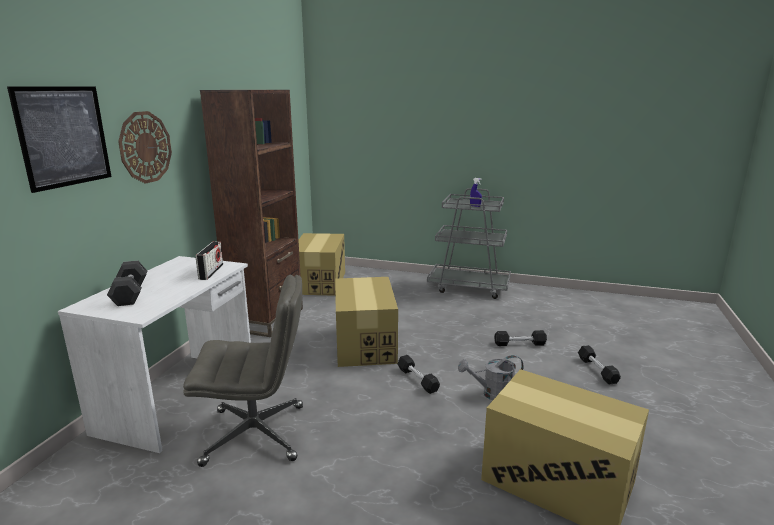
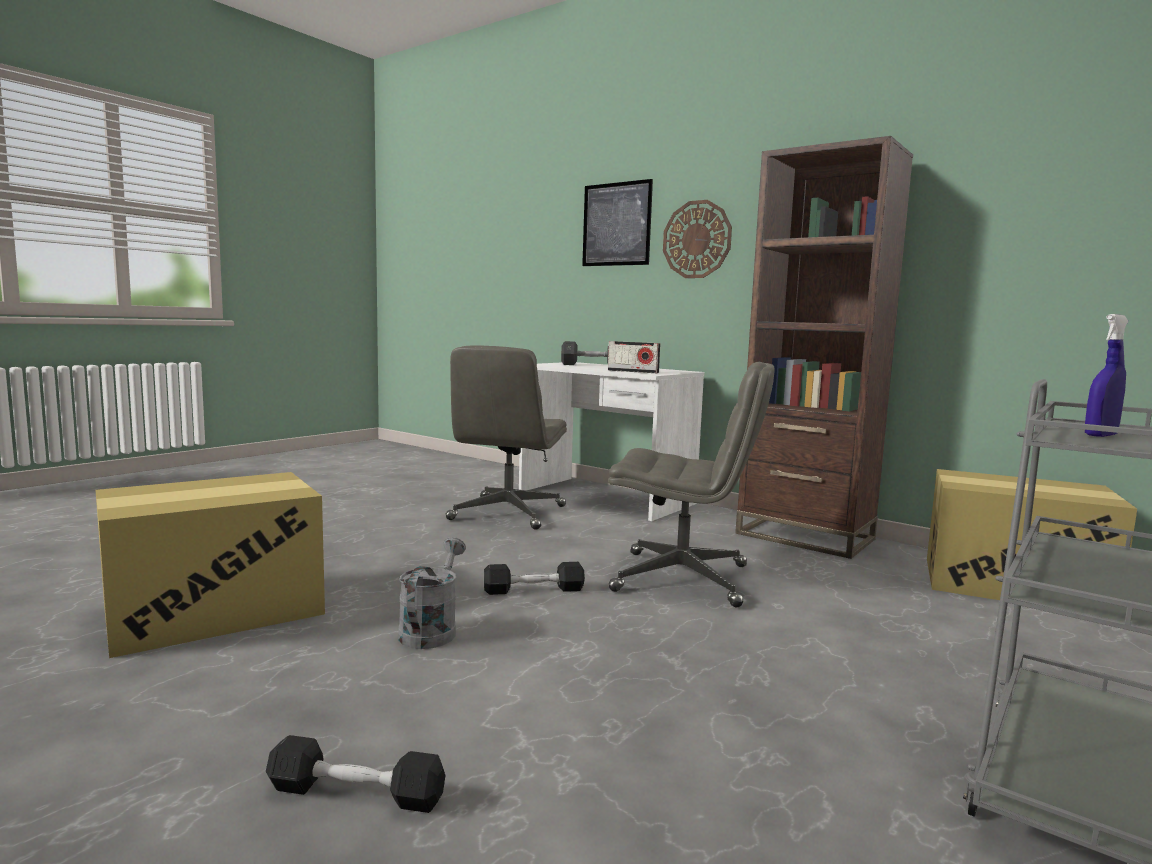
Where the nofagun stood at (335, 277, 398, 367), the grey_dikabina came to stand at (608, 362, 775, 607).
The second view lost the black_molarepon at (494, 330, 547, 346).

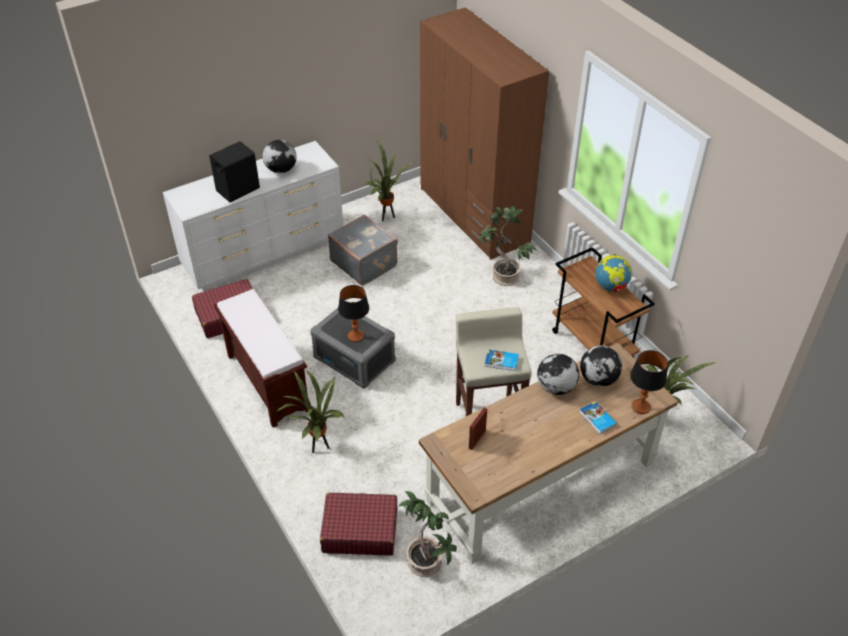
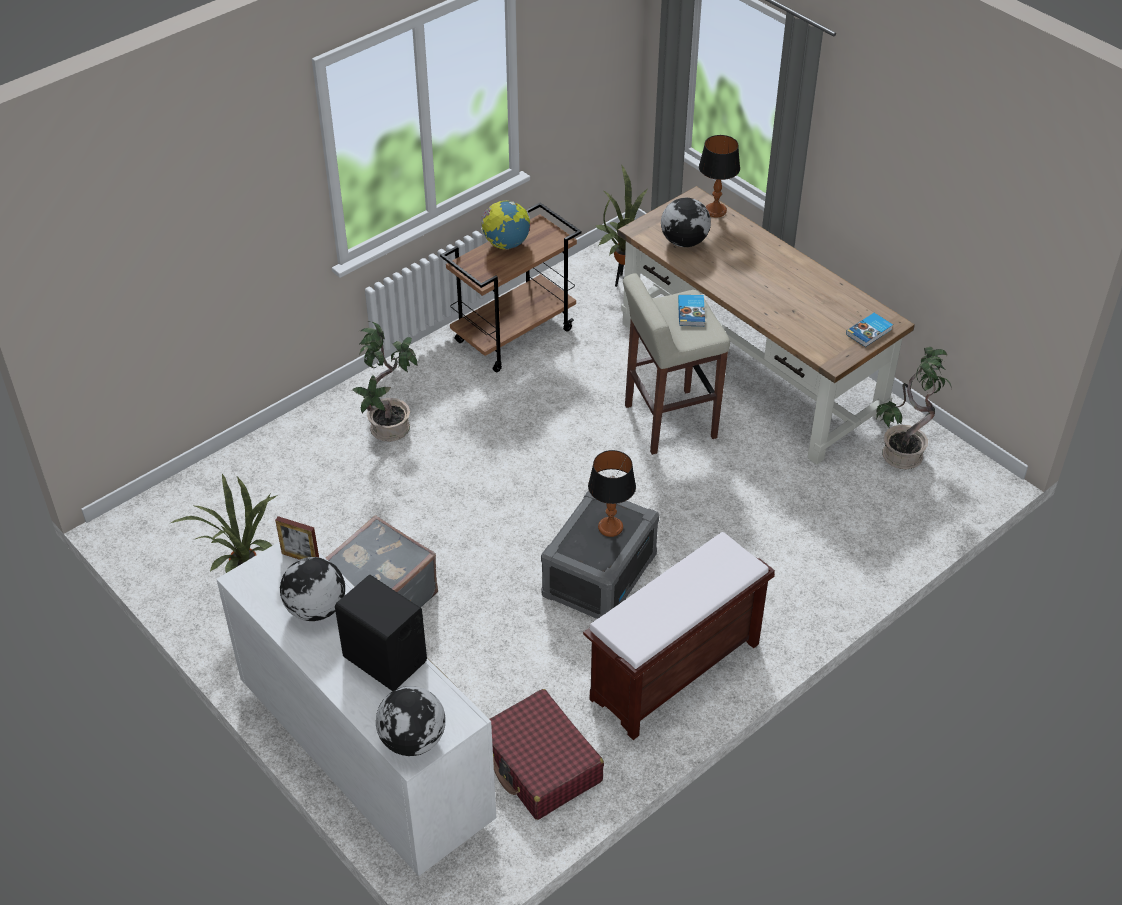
The second view lost the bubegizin at (276, 370, 345, 453).
The second view lost the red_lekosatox at (320, 493, 397, 555).
The second view lost the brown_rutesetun at (420, 7, 549, 260).
The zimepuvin ended up elsewhere, having gone from (469, 408, 487, 450) to (275, 516, 319, 560).
The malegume ended up elsewhere, having gone from (537, 354, 579, 395) to (376, 686, 446, 756).
The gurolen ended up elsewhere, having gone from (580, 401, 617, 434) to (846, 313, 893, 347).

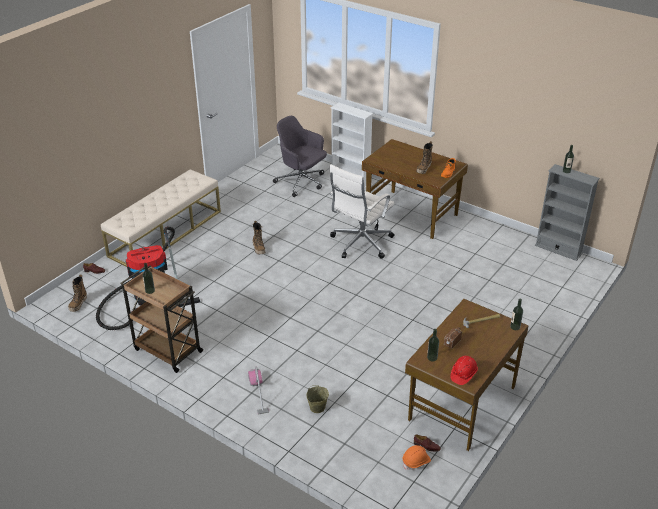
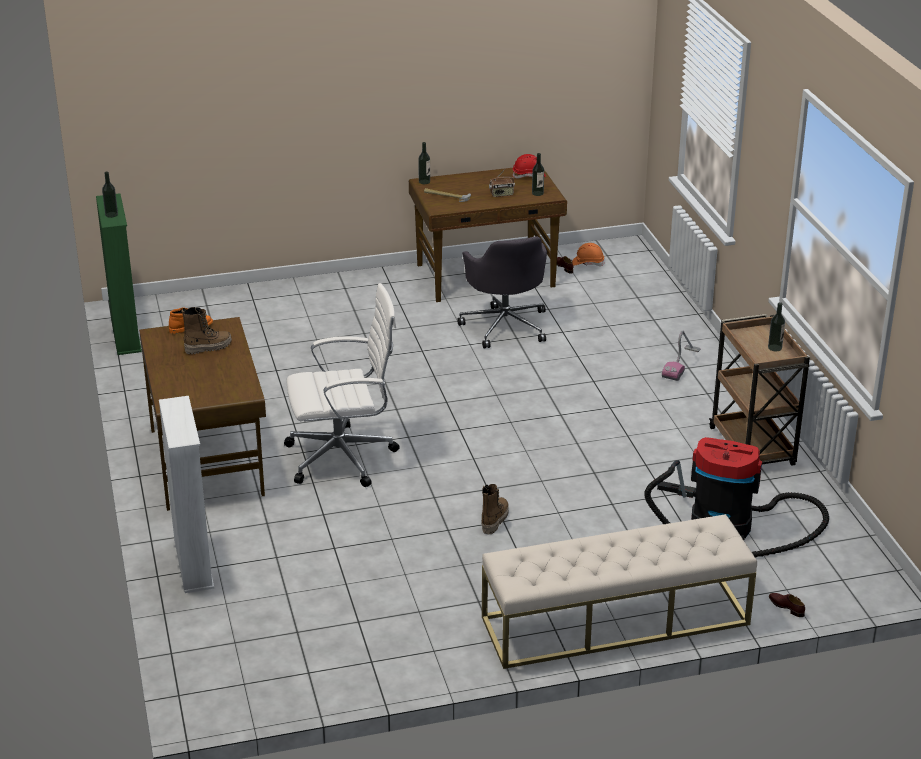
The second view lost the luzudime at (68, 275, 87, 312).
The grey_dikabina ended up elsewhere, having gone from (273, 116, 327, 197) to (457, 236, 547, 348).
The second view lost the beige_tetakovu at (306, 385, 329, 413).
What was the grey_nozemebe at (535, 164, 600, 261) turned into the green_nozemebe at (96, 193, 142, 355).

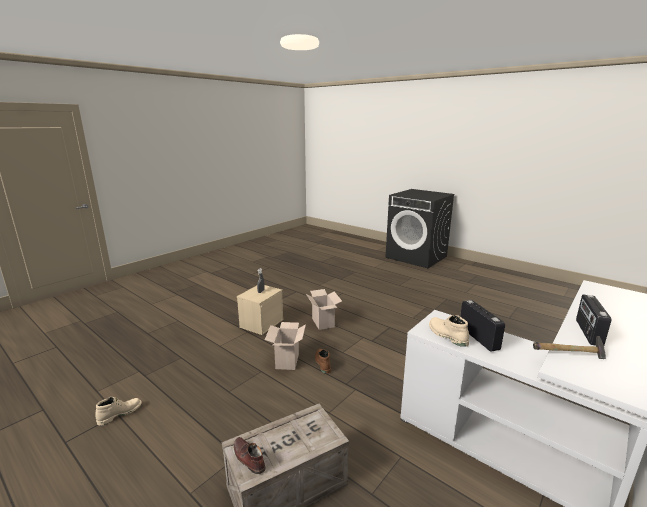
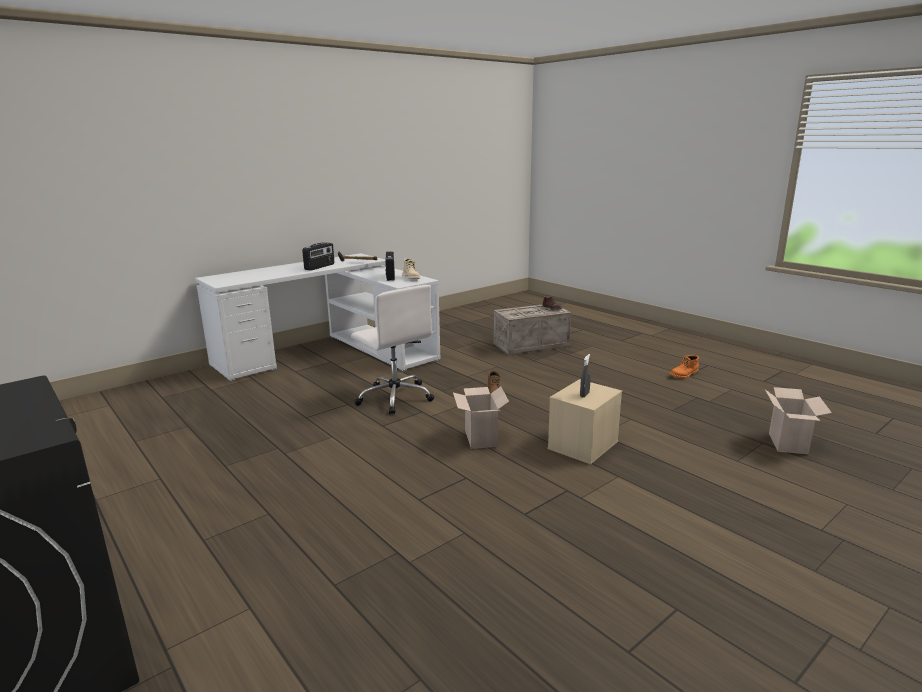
What was the beige_luzudime at (95, 397, 142, 426) turned into the orange_luzudime at (670, 355, 699, 379).
The nofagun ended up elsewhere, having gone from (265, 322, 306, 370) to (765, 387, 832, 455).
The second view gained the white_dikabina at (351, 285, 434, 414).

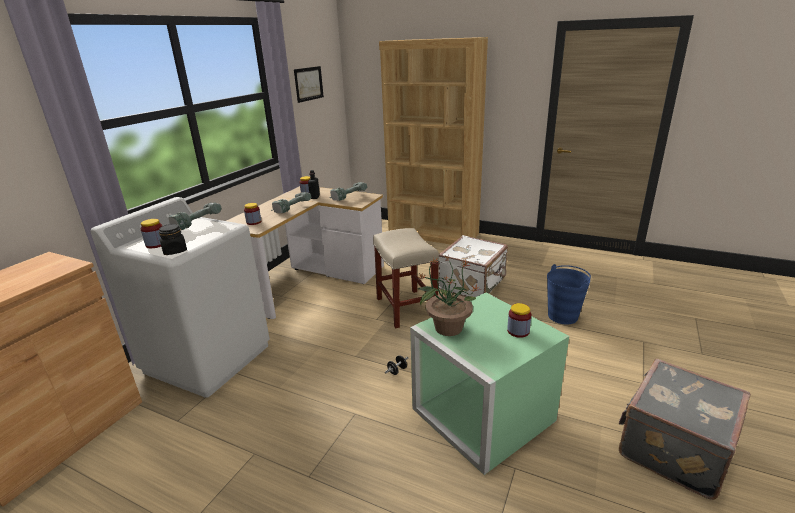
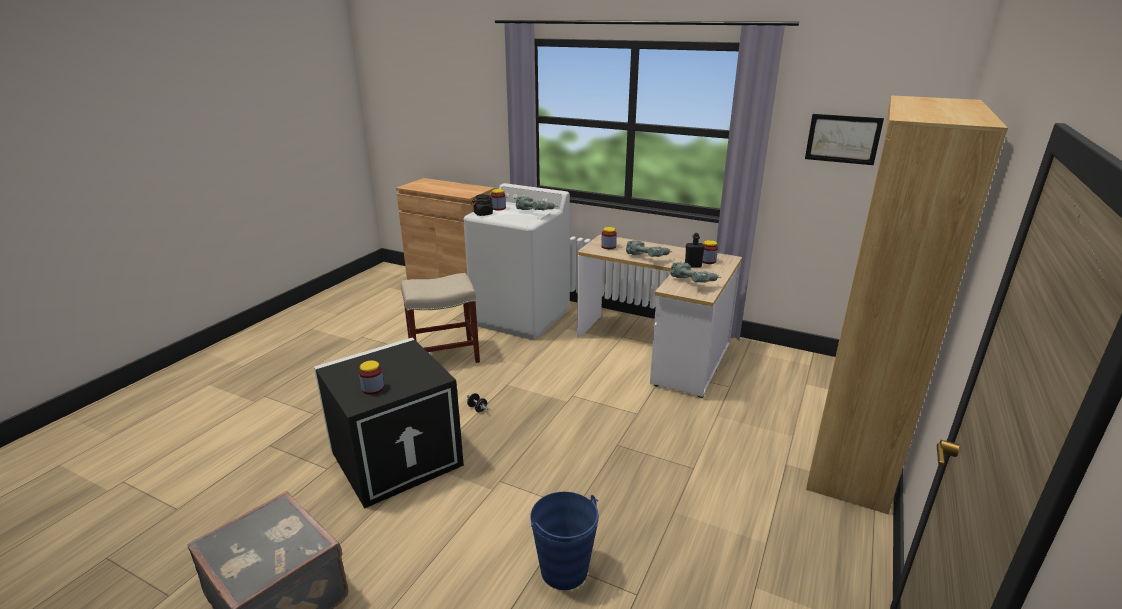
The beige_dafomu ended up elsewhere, having gone from (373, 228, 439, 329) to (401, 273, 480, 363).
What was the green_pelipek at (410, 293, 569, 475) turned into the black_pelipek at (314, 337, 464, 509).
The second view lost the bubegizin at (418, 255, 481, 336).
The second view lost the white_lekosatox at (438, 235, 508, 297).

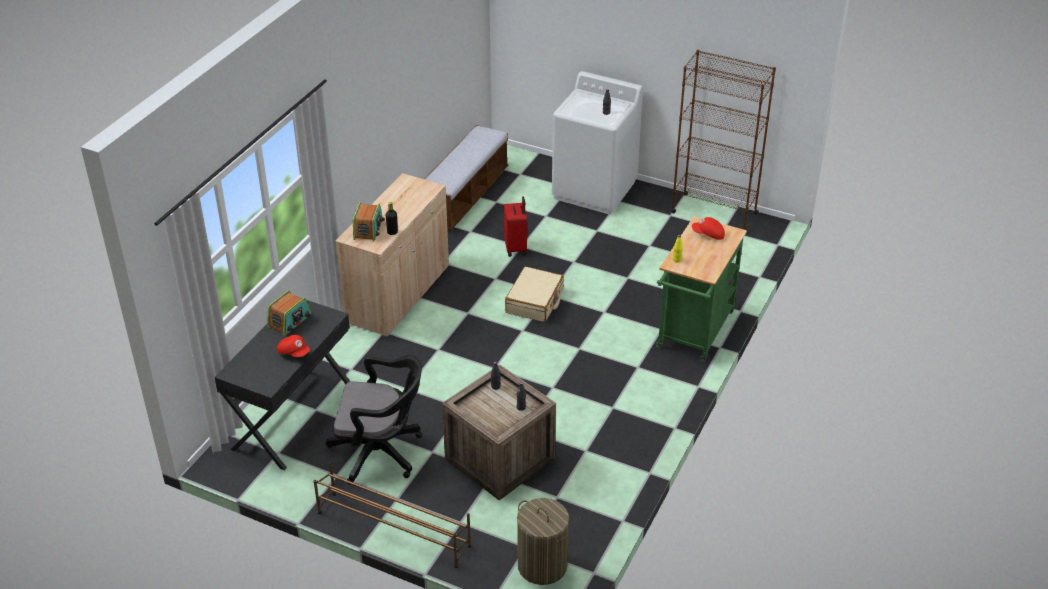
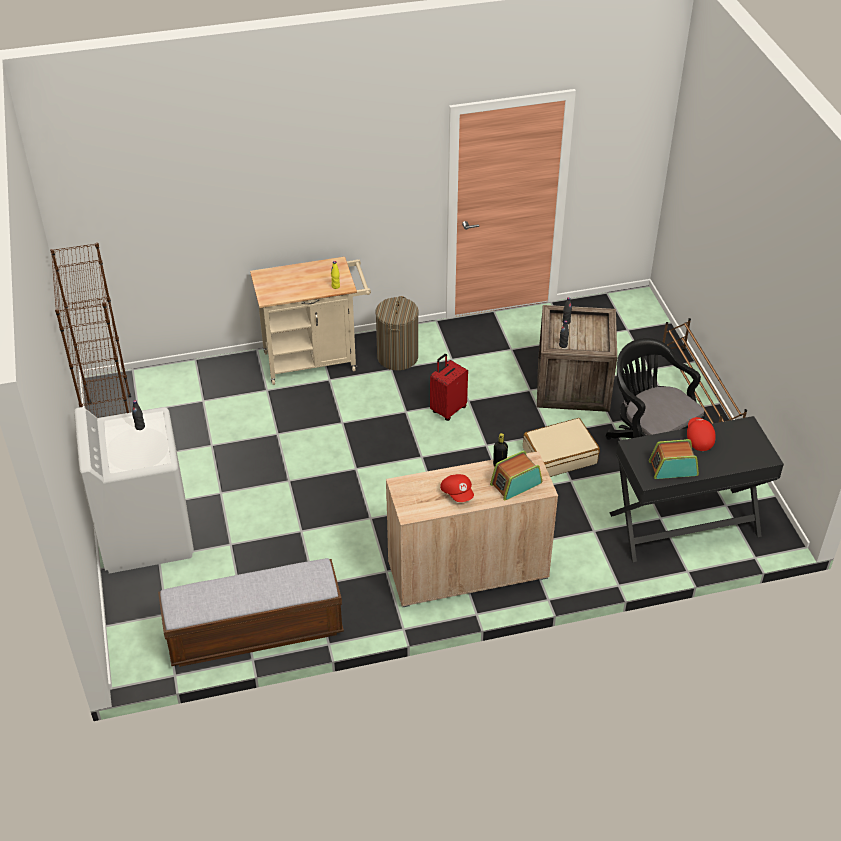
The red_lekosatox ended up elsewhere, having gone from (504, 196, 527, 257) to (430, 354, 468, 421).
The beige_lekosatox ended up elsewhere, having gone from (505, 266, 564, 322) to (523, 418, 600, 477).
The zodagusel ended up elsewhere, having gone from (517, 498, 569, 585) to (375, 296, 419, 370).
What was the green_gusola at (656, 216, 747, 362) turned into the beige_gusola at (250, 257, 371, 385).
The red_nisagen ended up elsewhere, having gone from (692, 217, 725, 240) to (440, 474, 474, 502).

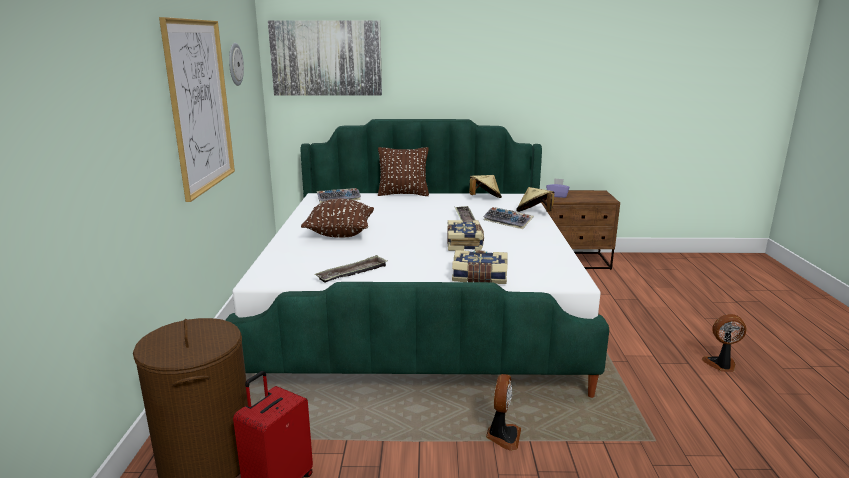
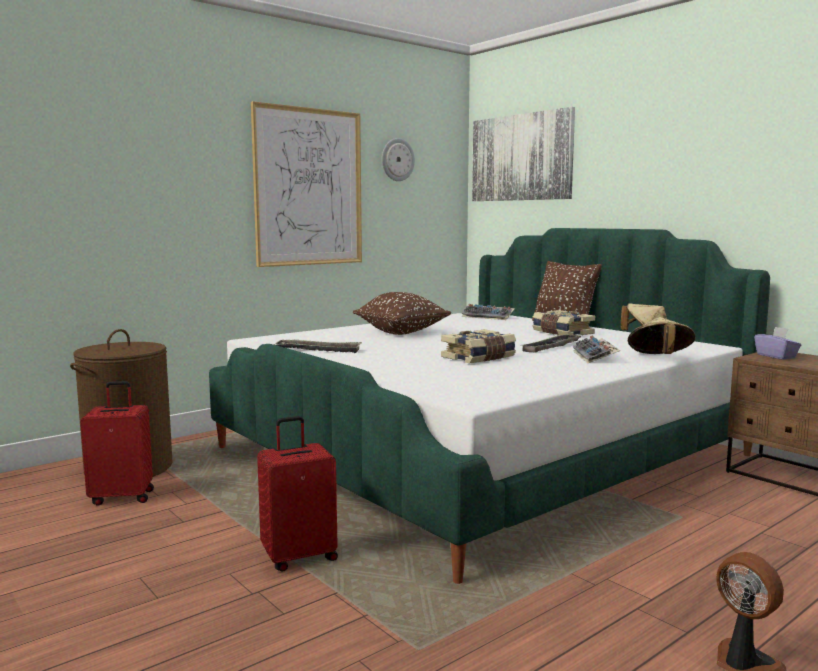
The gurolen ended up elsewhere, having gone from (452, 250, 508, 284) to (532, 310, 595, 335).
Where the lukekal stood at (486, 374, 521, 451), the red_lekosatox came to stand at (257, 416, 338, 572).

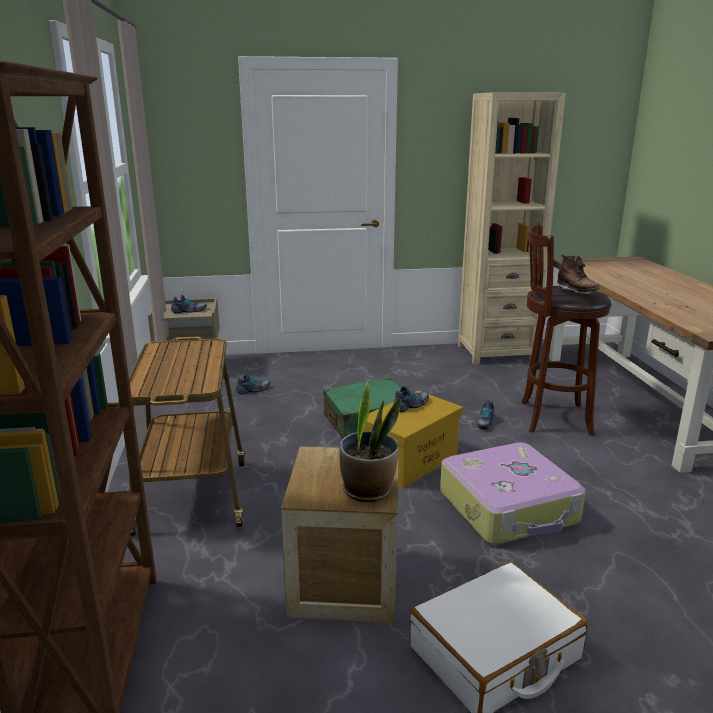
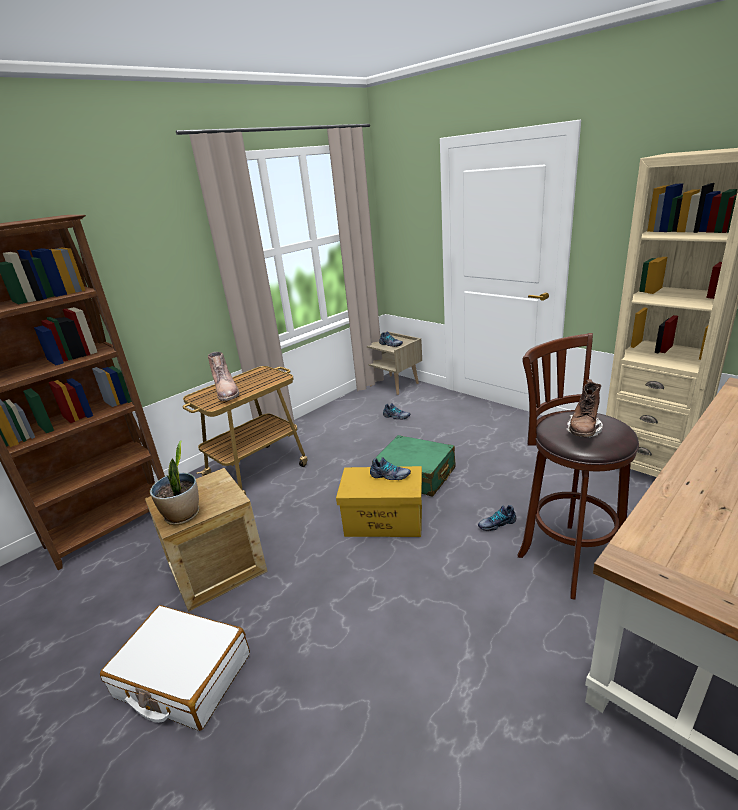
The second view lost the lekosatox at (440, 442, 585, 545).
The second view gained the brown_luzudime at (208, 352, 240, 401).

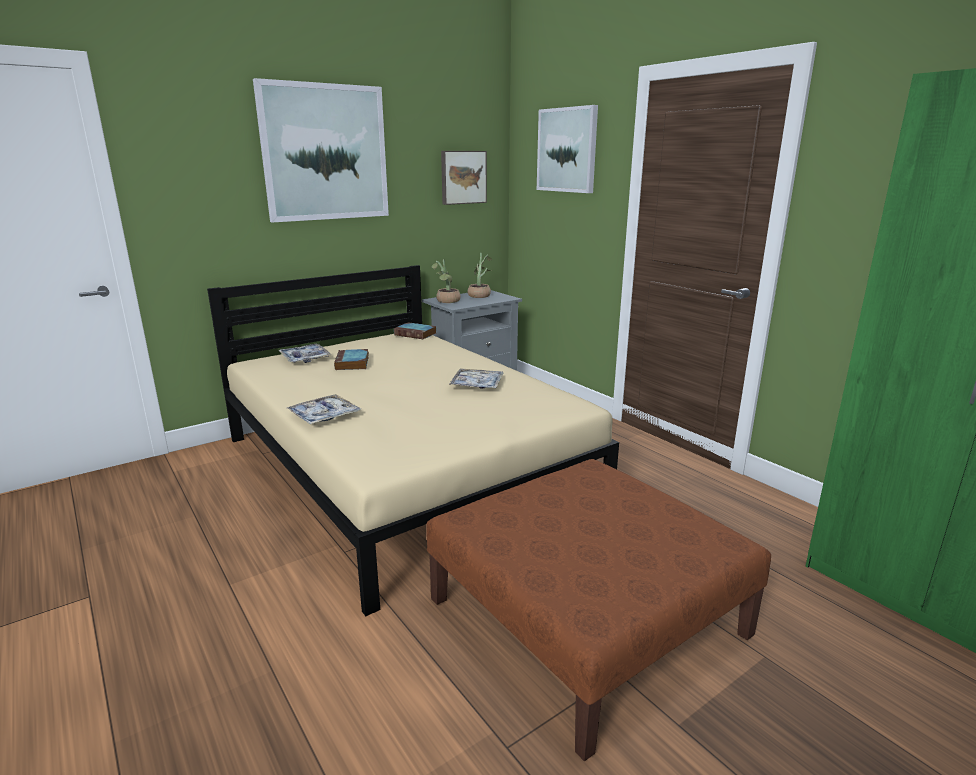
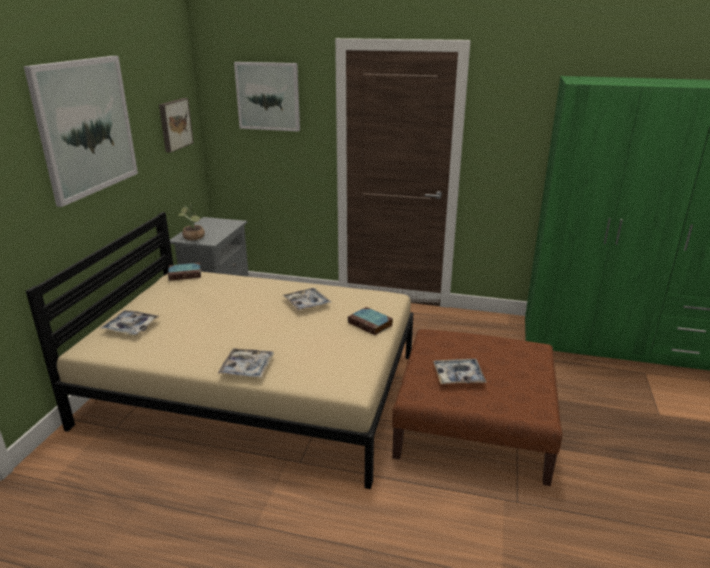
The gurolen ended up elsewhere, having gone from (334, 349, 369, 370) to (348, 307, 393, 335).
The second view lost the bubegizin at (467, 253, 492, 298).
The second view gained the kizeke at (433, 359, 487, 384).

